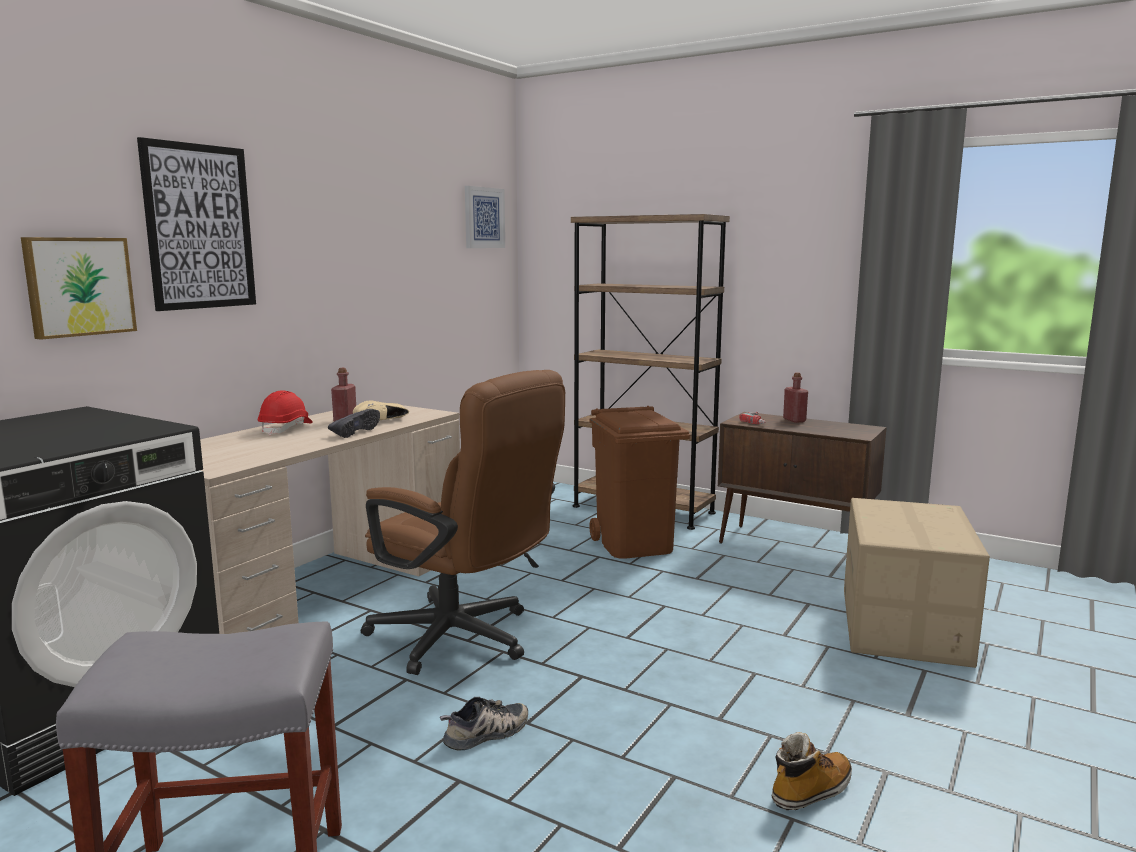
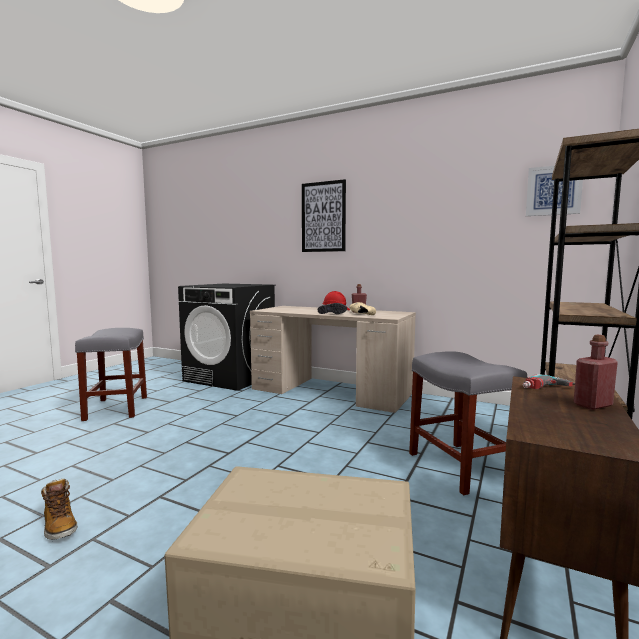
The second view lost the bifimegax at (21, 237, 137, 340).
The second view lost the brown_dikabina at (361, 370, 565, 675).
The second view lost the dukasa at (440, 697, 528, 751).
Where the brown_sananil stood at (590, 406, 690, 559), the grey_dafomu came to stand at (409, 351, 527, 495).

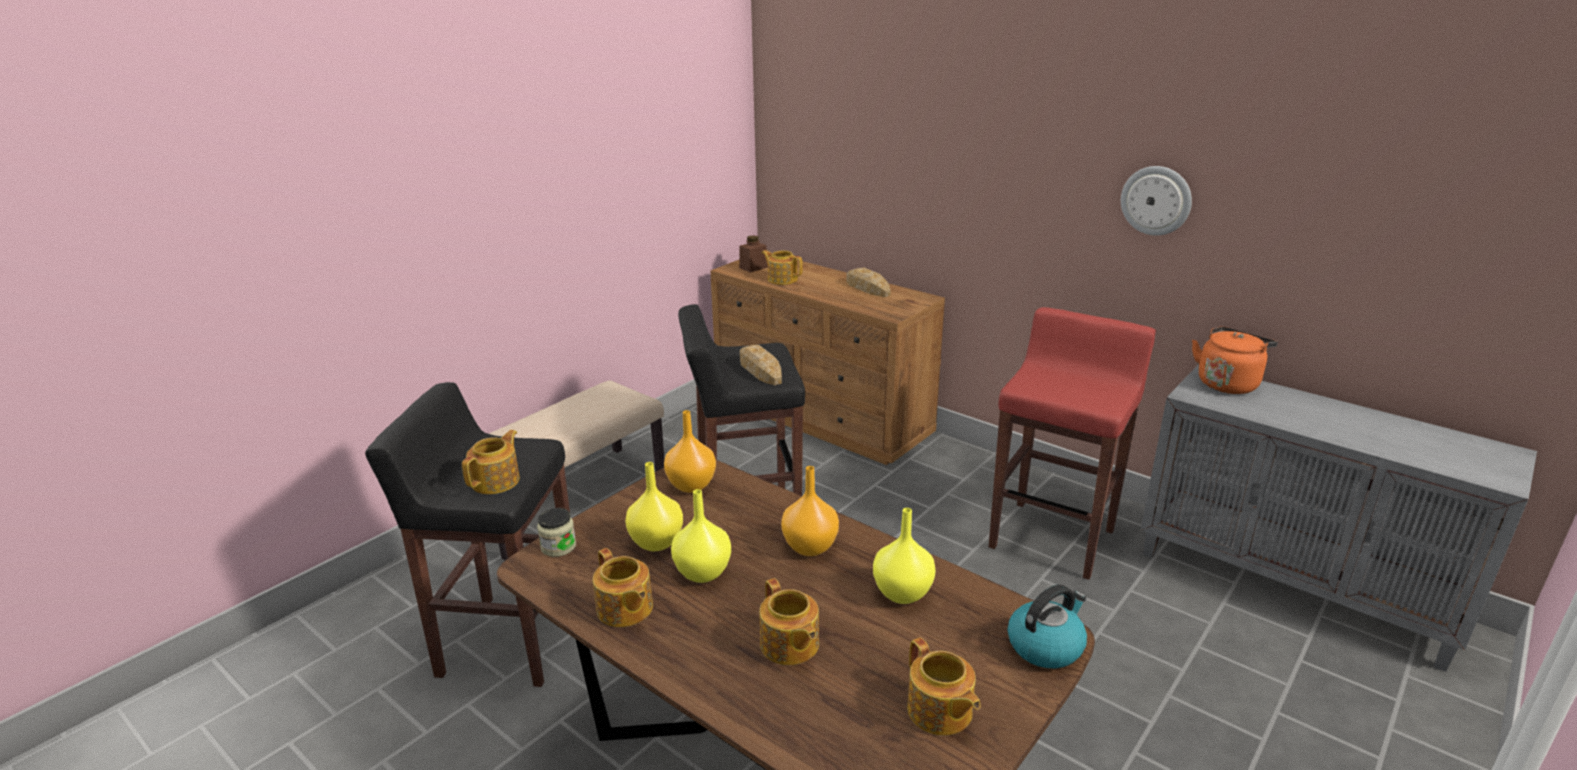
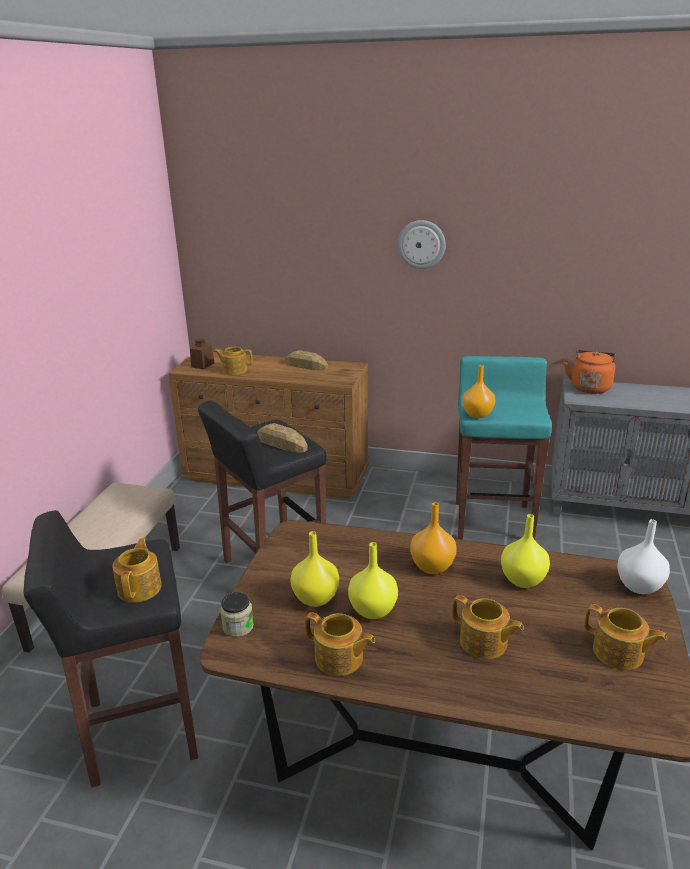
The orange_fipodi ended up elsewhere, having gone from (664, 410, 716, 493) to (462, 365, 495, 418).
What was the red_dafomu at (989, 307, 1156, 580) turned into the turquoise_dafomu at (456, 356, 552, 540).
Where the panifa stood at (1008, 584, 1087, 668), the white_fipodi came to stand at (617, 519, 670, 594).
The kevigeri ended up elsewhere, having gone from (1121, 166, 1192, 236) to (397, 220, 446, 269).

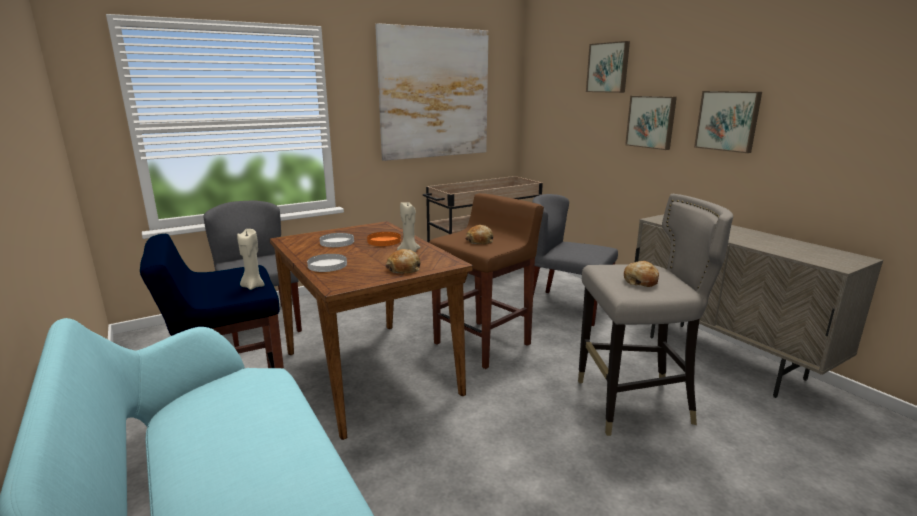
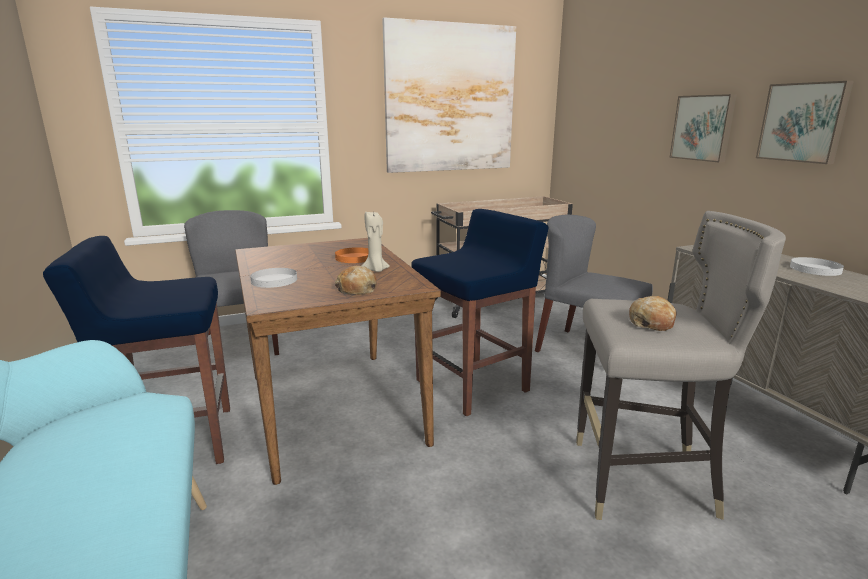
The second view lost the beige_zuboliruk at (237, 229, 265, 290).
The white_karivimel ended up elsewhere, having gone from (320, 233, 354, 247) to (790, 257, 844, 276).
What was the brown_dafomu at (429, 193, 544, 369) turned into the blue_dafomu at (411, 209, 548, 416).
The second view lost the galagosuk at (465, 225, 493, 244).
The second view lost the bifimegax at (586, 41, 630, 93).

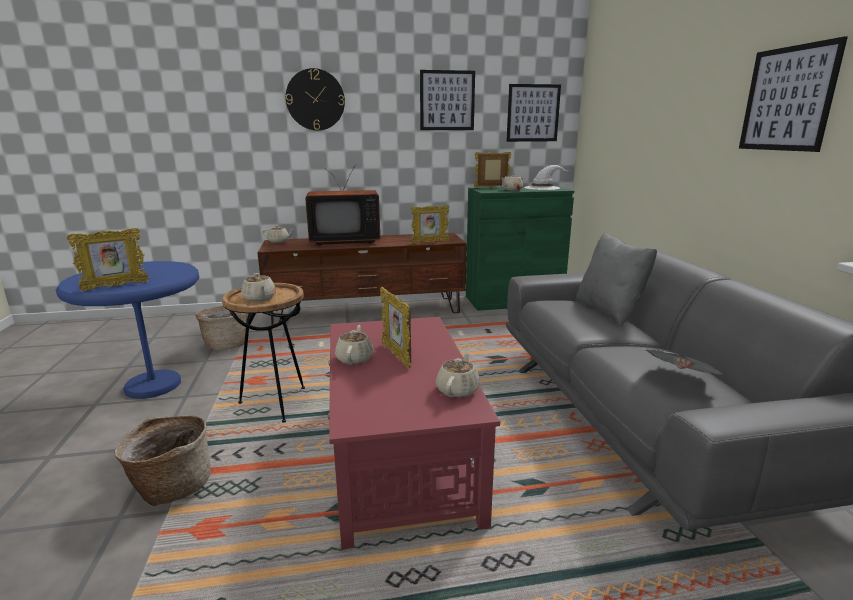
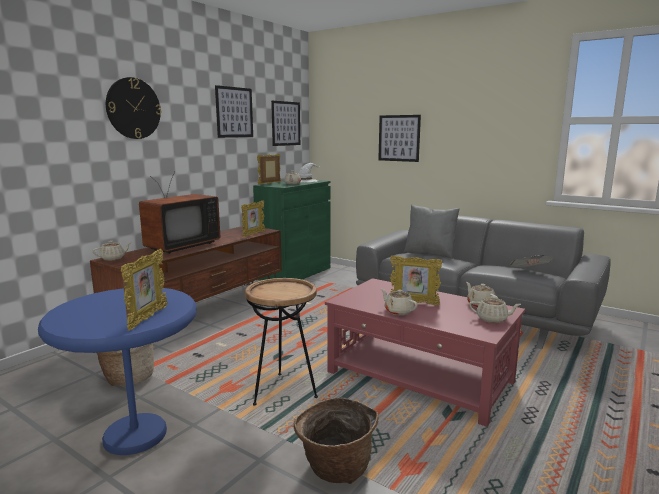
The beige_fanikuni ended up elsewhere, having gone from (241, 273, 276, 302) to (469, 296, 521, 323).
The bifimegax ended up elsewhere, having gone from (739, 36, 848, 152) to (378, 115, 421, 162).

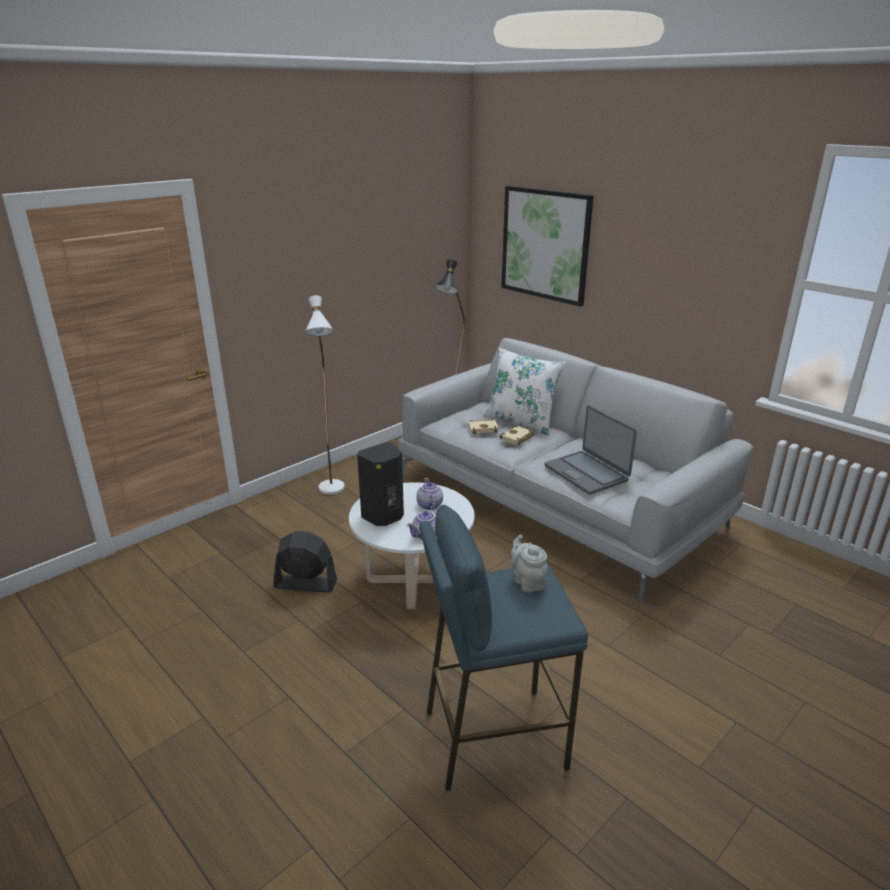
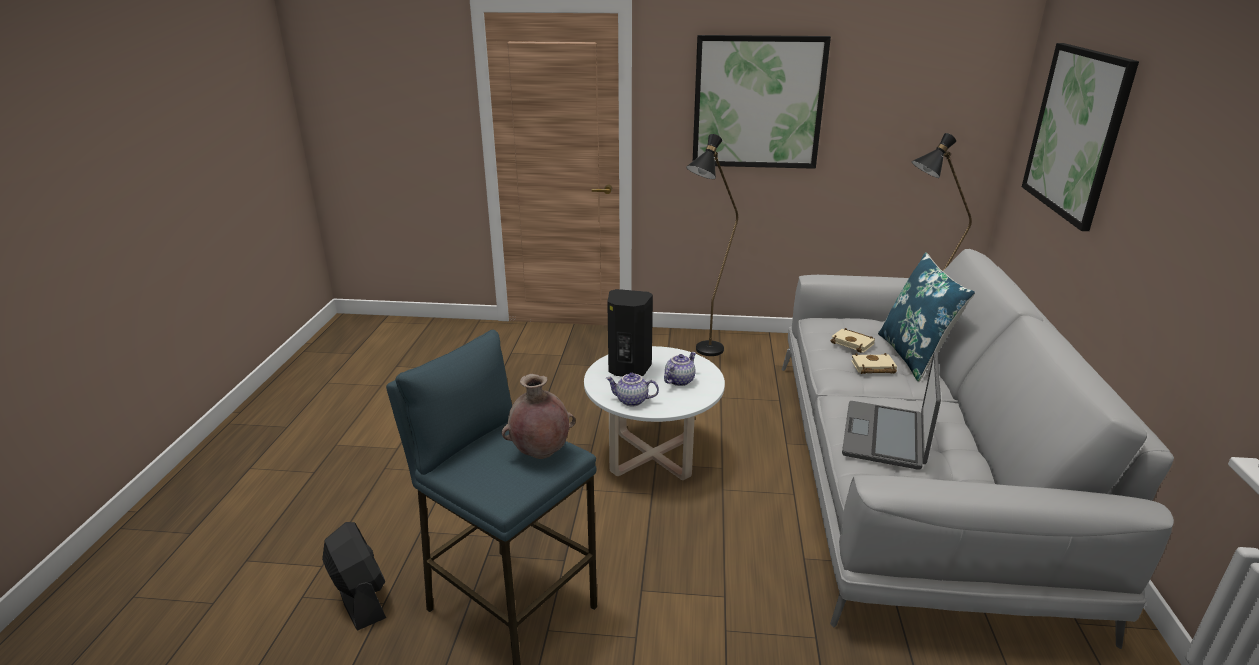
The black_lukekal ended up elsewhere, having gone from (273, 531, 337, 592) to (322, 522, 386, 631).
What was the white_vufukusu at (305, 295, 345, 495) turned into the black_vufukusu at (686, 134, 738, 356).
What was the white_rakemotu at (483, 347, 566, 435) turned into the blue_rakemotu at (878, 253, 975, 382).
Where the grey_fanikuni stood at (511, 535, 548, 593), the brown_fipodi came to stand at (501, 374, 576, 459).
The second view gained the bifimegax at (693, 35, 831, 169).

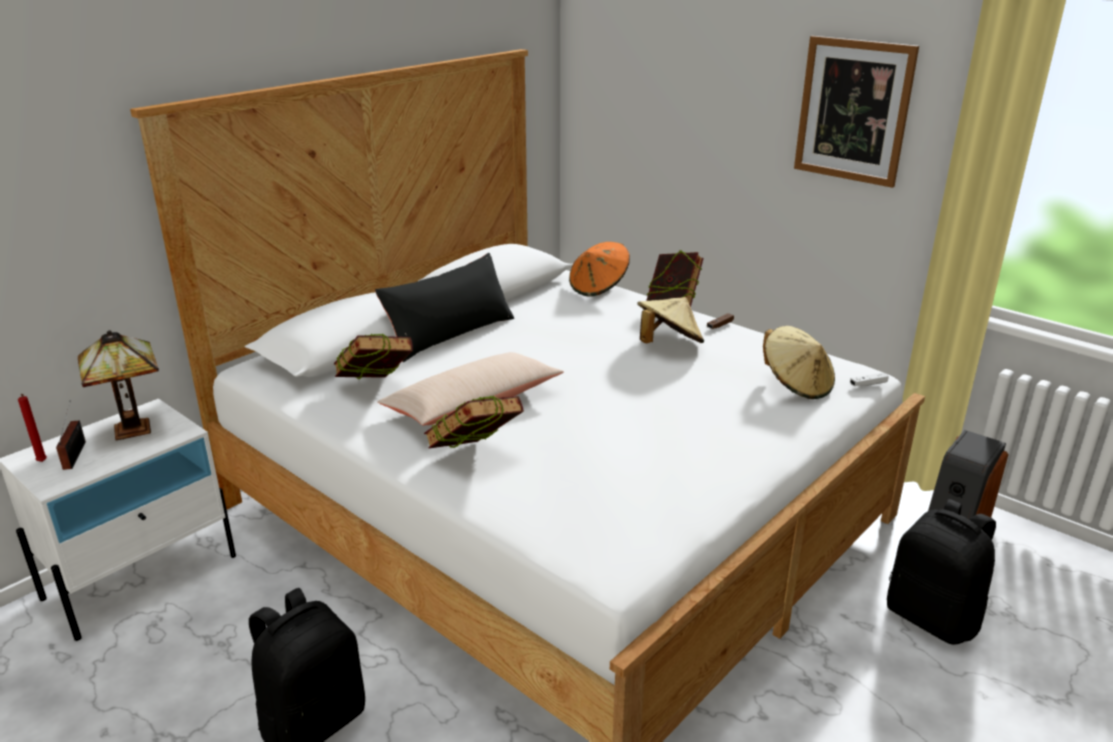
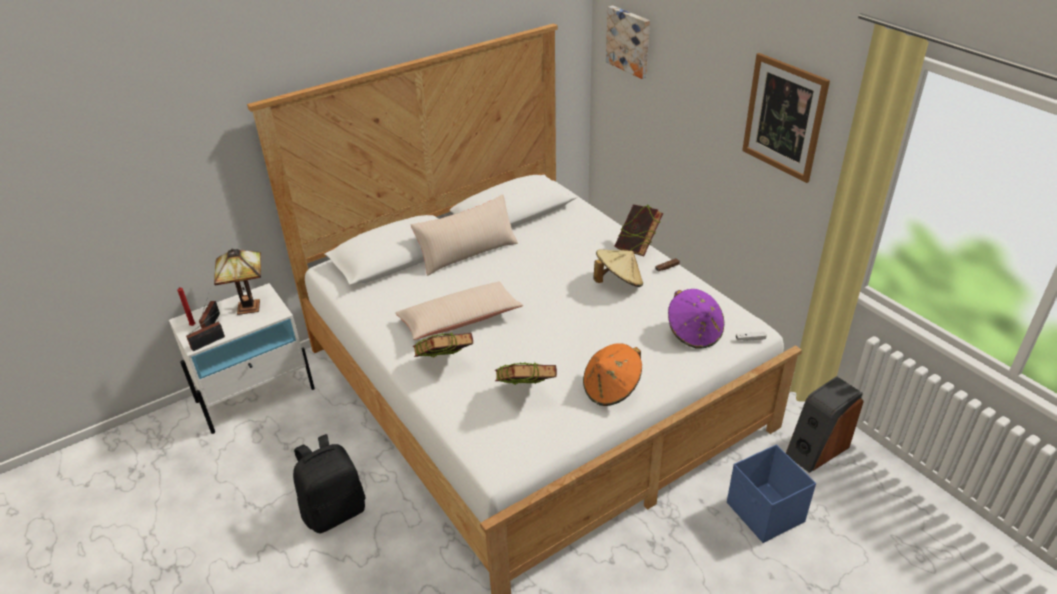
The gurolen ended up elsewhere, having gone from (334, 334, 413, 379) to (495, 362, 557, 385).
What was the black_rakemotu at (375, 253, 514, 362) turned into the beige_rakemotu at (411, 194, 518, 276).
The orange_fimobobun ended up elsewhere, having gone from (569, 242, 630, 297) to (583, 343, 642, 406).
What was the beige_fimobobun at (763, 326, 835, 399) turned into the purple_fimobobun at (668, 289, 724, 349).
Where the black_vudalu stood at (887, 499, 996, 645), the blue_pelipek came to stand at (727, 445, 816, 543).
The second view gained the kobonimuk at (186, 310, 225, 351).
The second view gained the bifimegax at (606, 5, 650, 79).

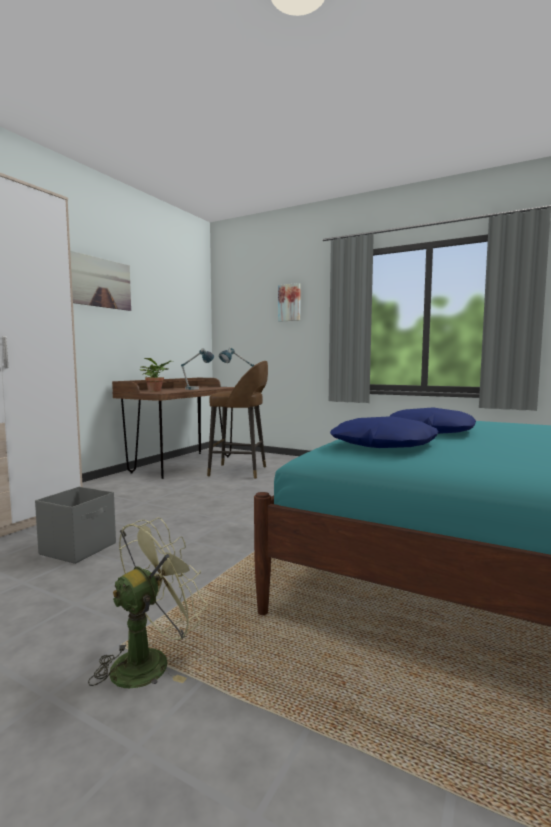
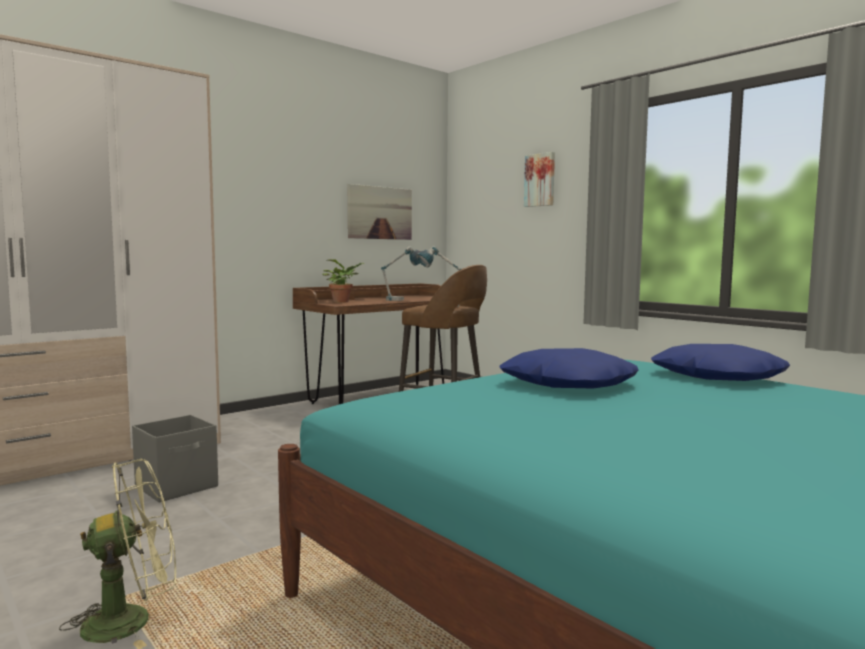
The bifimegax ended up elsewhere, having gone from (70, 251, 131, 311) to (348, 184, 412, 240).
The blue_rakemotu ended up elsewhere, having gone from (330, 416, 439, 448) to (651, 344, 790, 381).

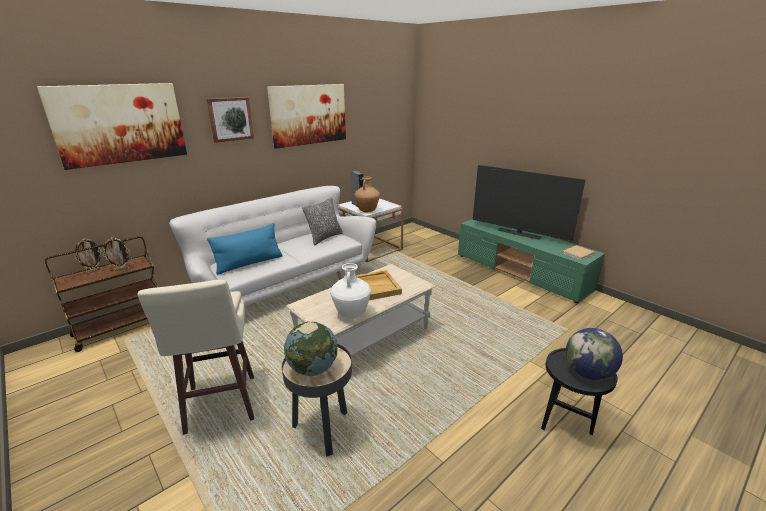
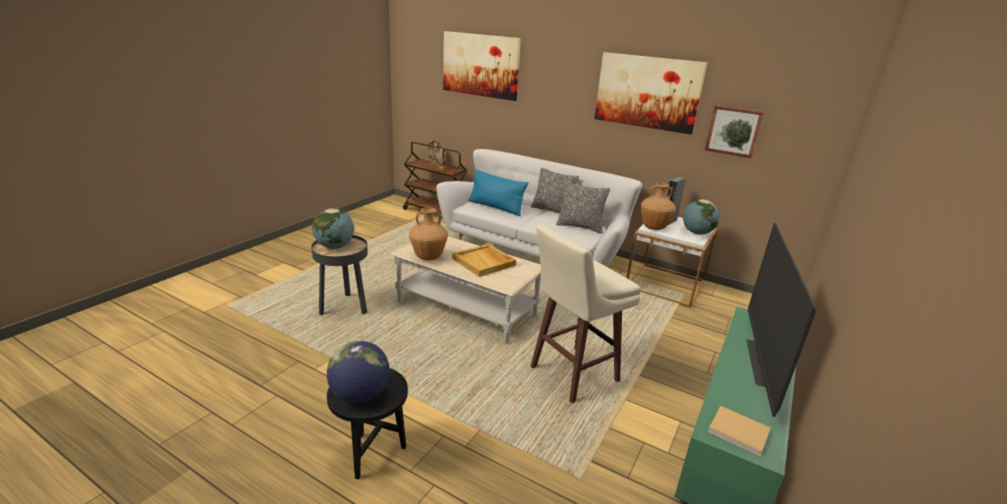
The beige_dafomu ended up elsewhere, having gone from (137, 279, 254, 435) to (531, 225, 641, 403).
The bifimegax ended up elsewhere, having gone from (207, 97, 254, 143) to (705, 105, 764, 158).
What was the white_fipodi at (330, 263, 371, 319) turned into the brown_fipodi at (409, 207, 448, 261).
The second view gained the rakemotu at (531, 168, 579, 214).
The second view gained the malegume at (683, 199, 720, 235).

